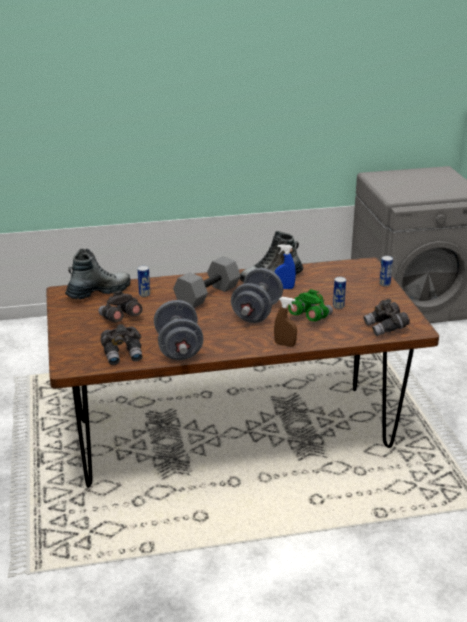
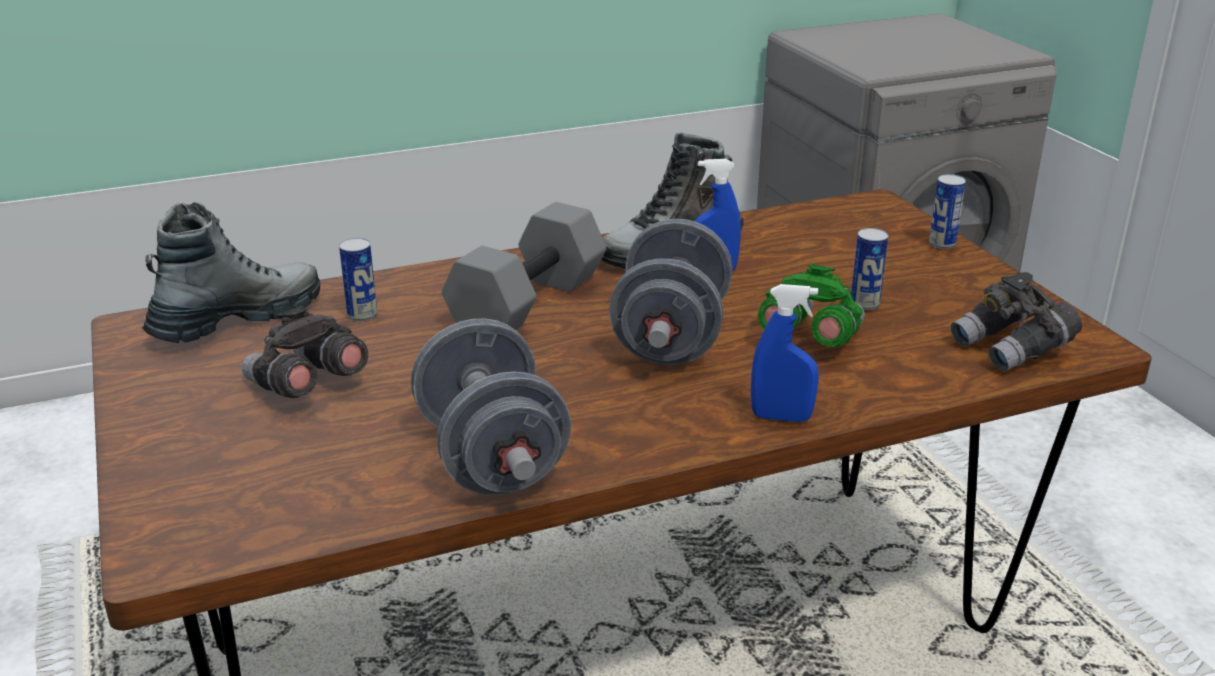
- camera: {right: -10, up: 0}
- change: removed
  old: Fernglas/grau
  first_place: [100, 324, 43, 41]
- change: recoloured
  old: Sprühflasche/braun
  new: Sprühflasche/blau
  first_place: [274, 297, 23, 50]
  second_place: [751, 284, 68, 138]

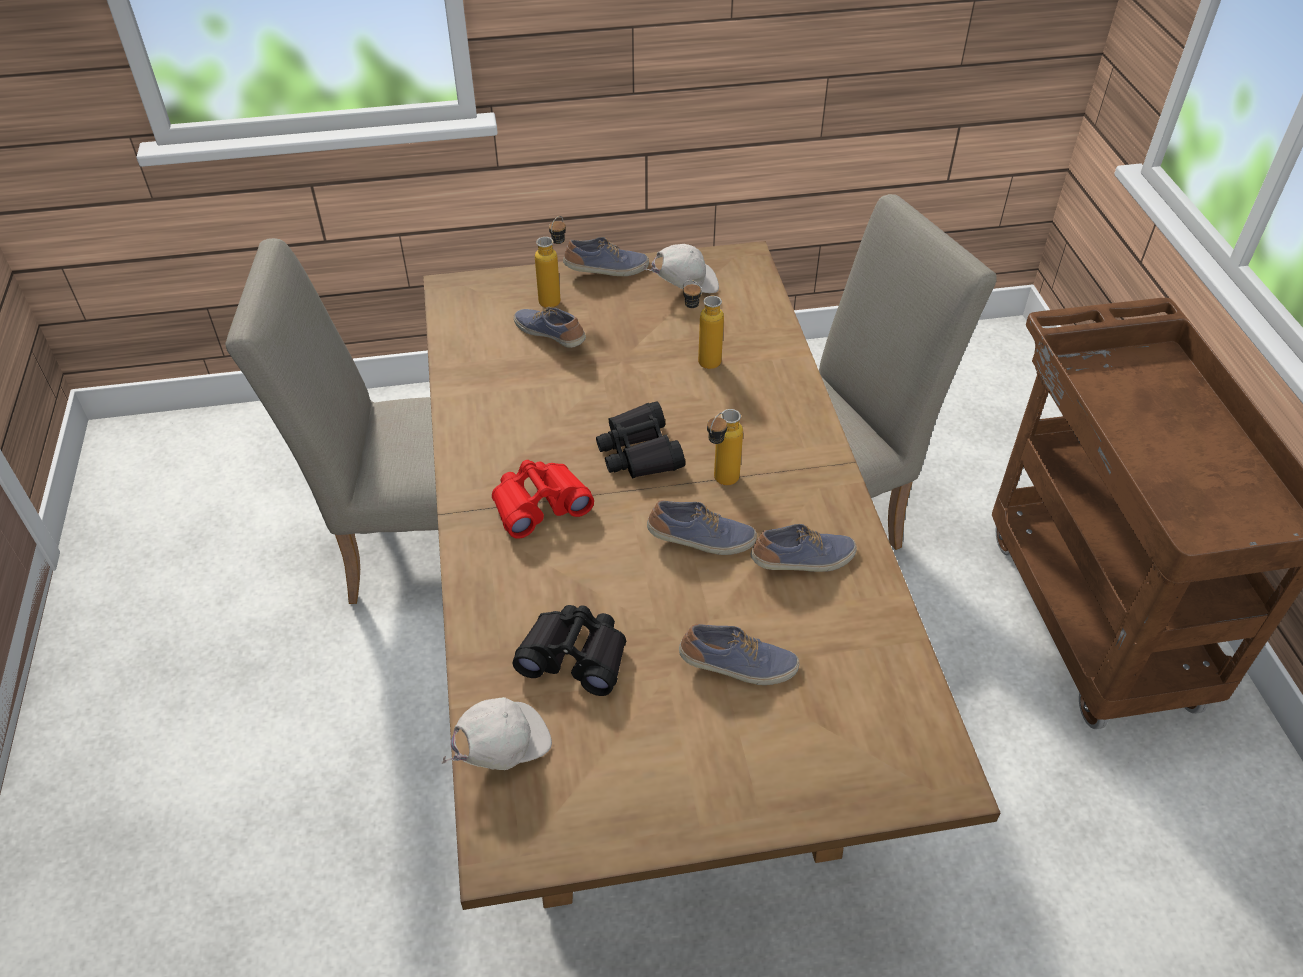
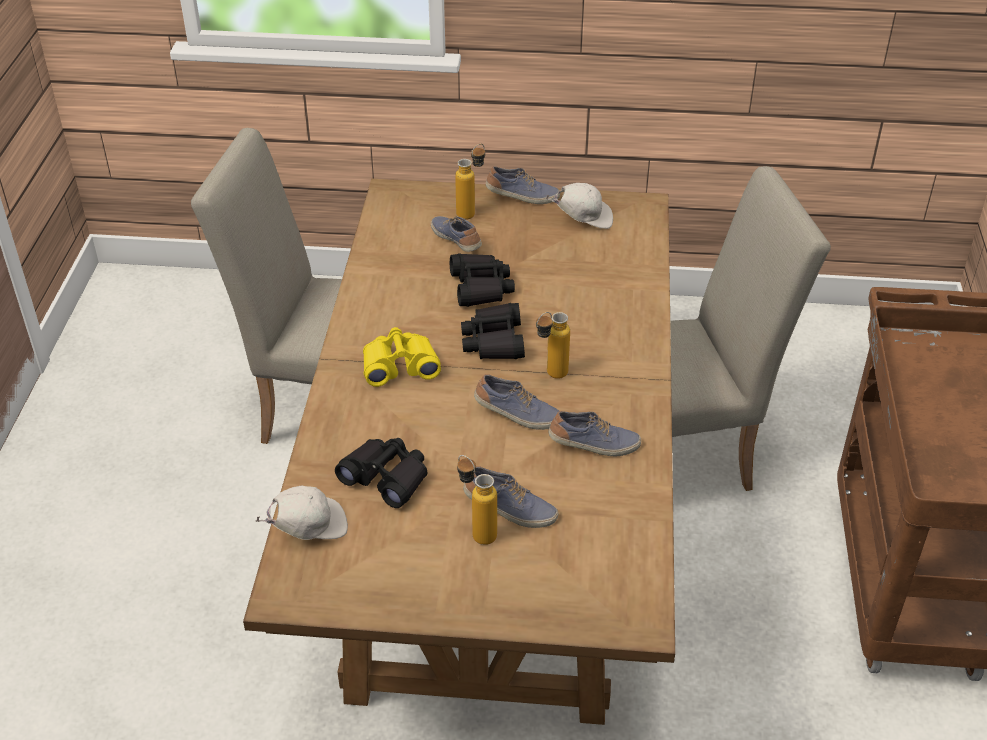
- camera: {right: 15, up: -5}
- change: added
  new: Fernglas/schwarz
  second_place: [450, 254, 65, 53]
- change: moved
  old: Flasche
  first_place: [683, 280, 41, 89]
  second_place: [457, 455, 40, 90]
- change: recoloured
  old: Fernglas/rot
  new: Fernglas/gelb
  first_place: [492, 460, 102, 79]
  second_place: [363, 327, 78, 60]

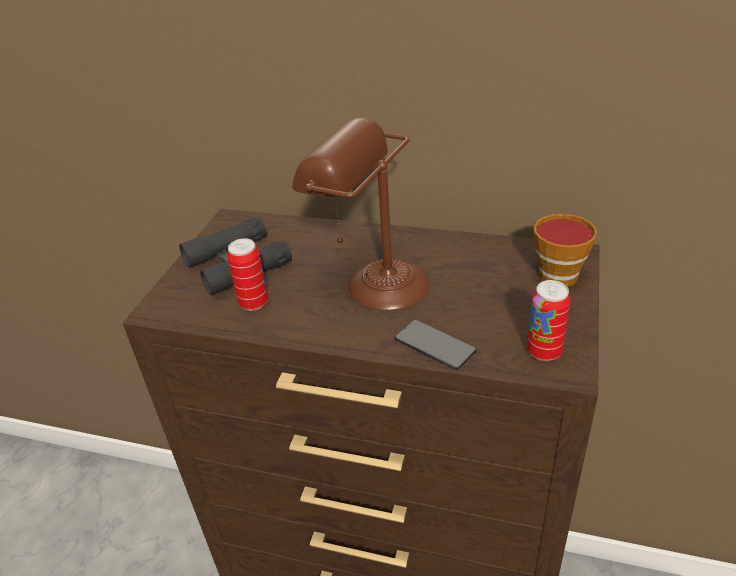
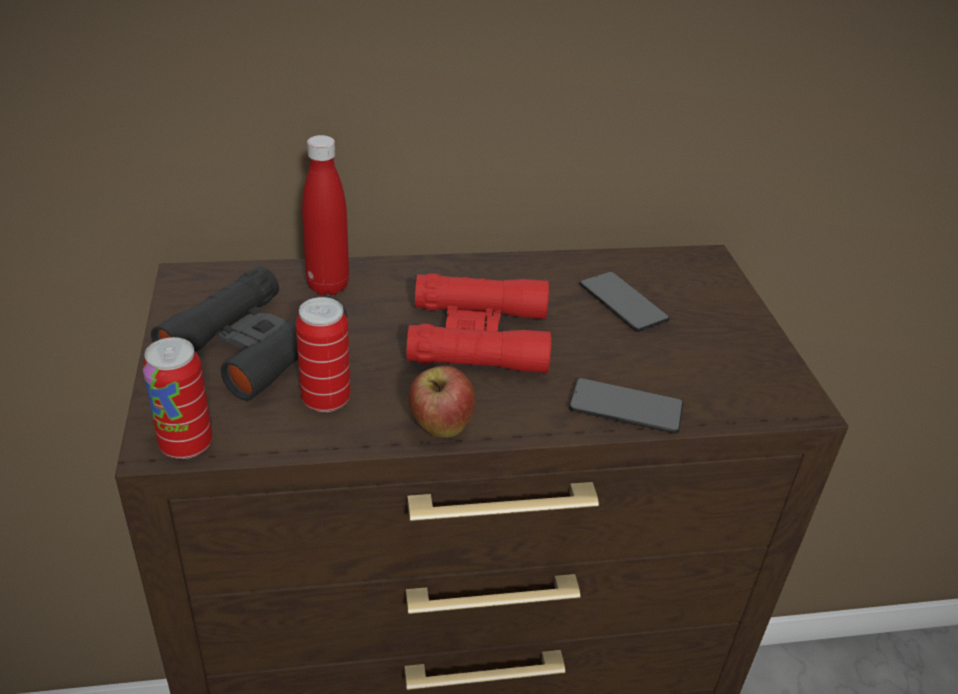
- camera: {right: -30, up: 0}
- change: removed
  old: Tasse
  first_place: [534, 213, 63, 74]
- change: added
  new: Flasche/rot
  second_place: [302, 135, 47, 160]
- change: added
  new: Apfel
  second_place: [409, 366, 67, 71]
- change: added
  new: Handy
  second_place: [580, 272, 90, 60]
- change: moved
  old: Dose
  first_place: [527, 280, 44, 81]
  second_place: [143, 337, 69, 122]
- change: replaced
  old: Tischlampe/braun
  new: Fernglas/rot
  first_place: [292, 118, 138, 192]
  second_place: [406, 273, 145, 100]

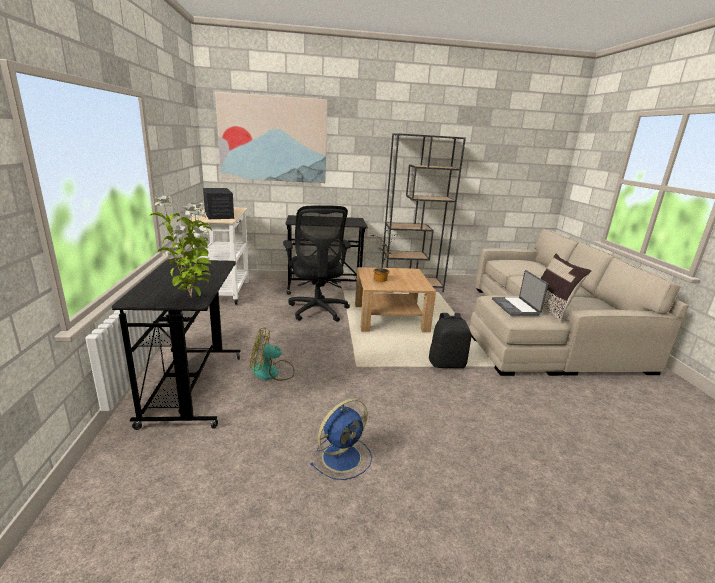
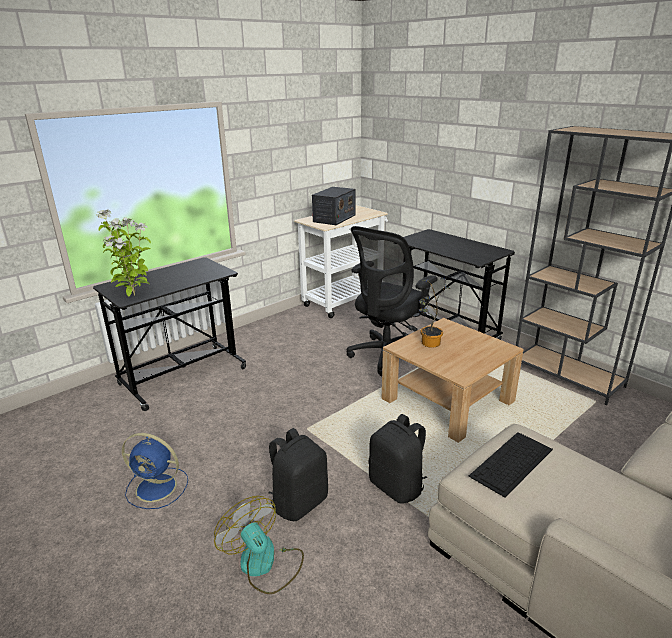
- camera: {right: 55, up: 5}
- change: removed
  old: Bild
  first_place: [215, 92, 113, 91]
- change: removed
  old: Kissen
  first_place: [540, 254, 51, 67]
- change: added
  new: Rucksack/schwarz
  second_place: [268, 428, 60, 93]
- change: moved
  old: Ventilator
  first_place: [250, 327, 45, 54]
  second_place: [214, 496, 90, 98]
- change: replaced
  old: Laptop
  new: Tastatur
  first_place: [492, 270, 56, 46]
  second_place: [468, 432, 85, 66]

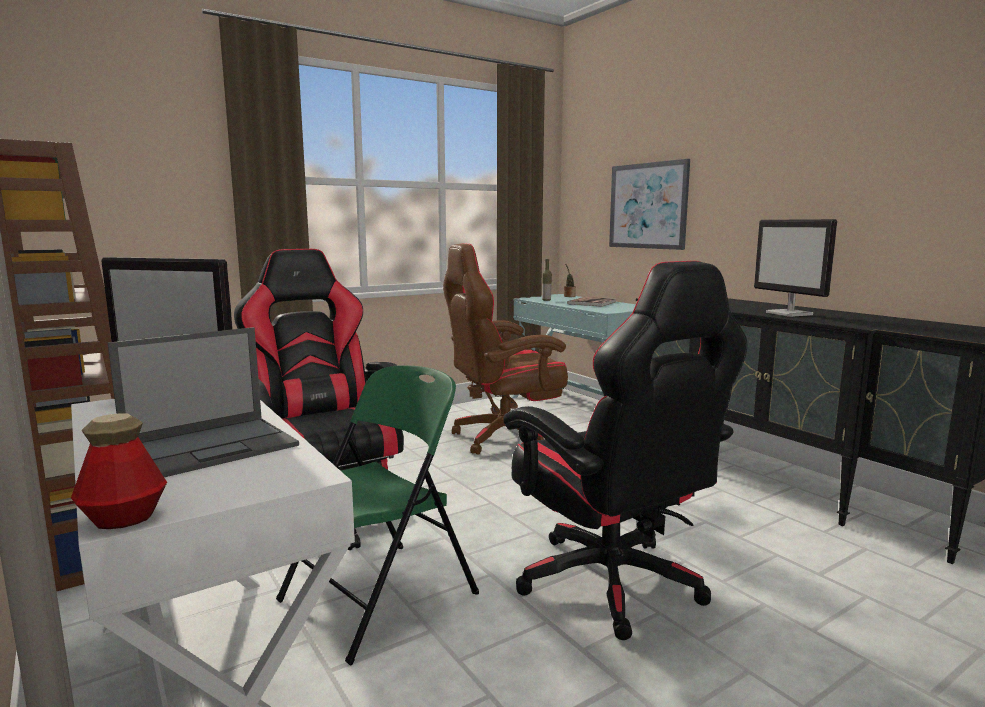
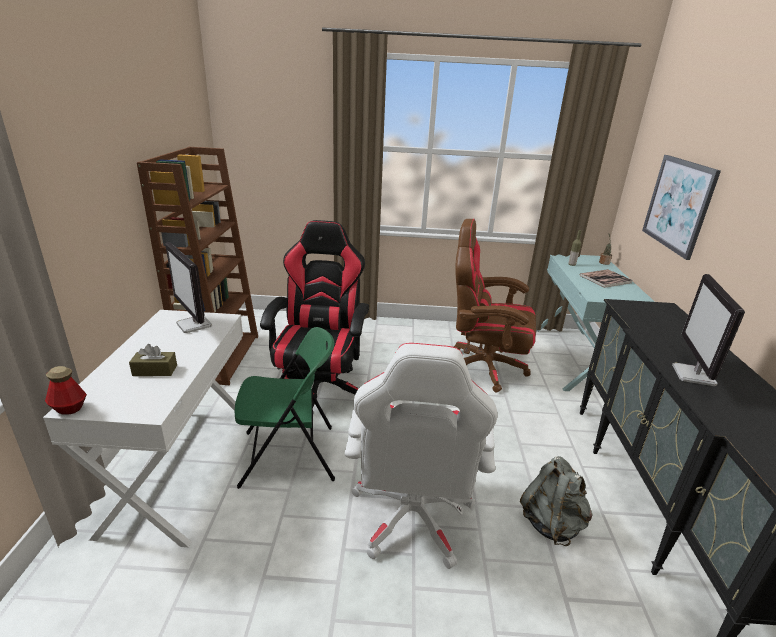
- camera: {right: 35, up: 15}
- change: added
  new: Rucksack/grau
  second_place: [520, 456, 72, 90]
- change: replaced
  old: Laptop
  new: Taschentuchbox/braun
  first_place: [108, 327, 191, 150]
  second_place: [129, 344, 48, 32]
- change: recoloured
  old: Bürostuhl/schwarz
  new: Bürostuhl/weiß
  first_place: [503, 261, 244, 379]
  second_place: [345, 343, 152, 226]

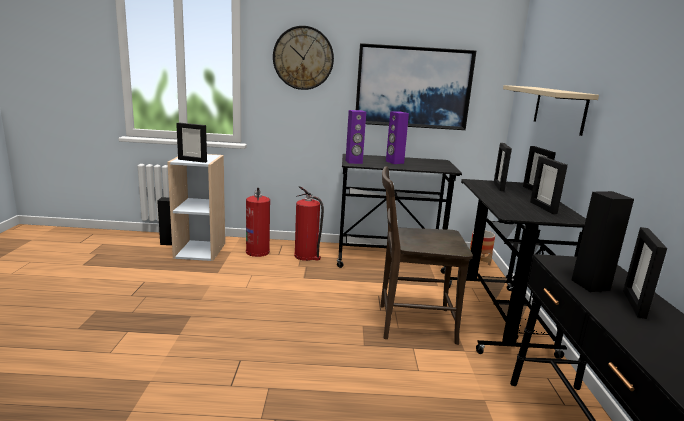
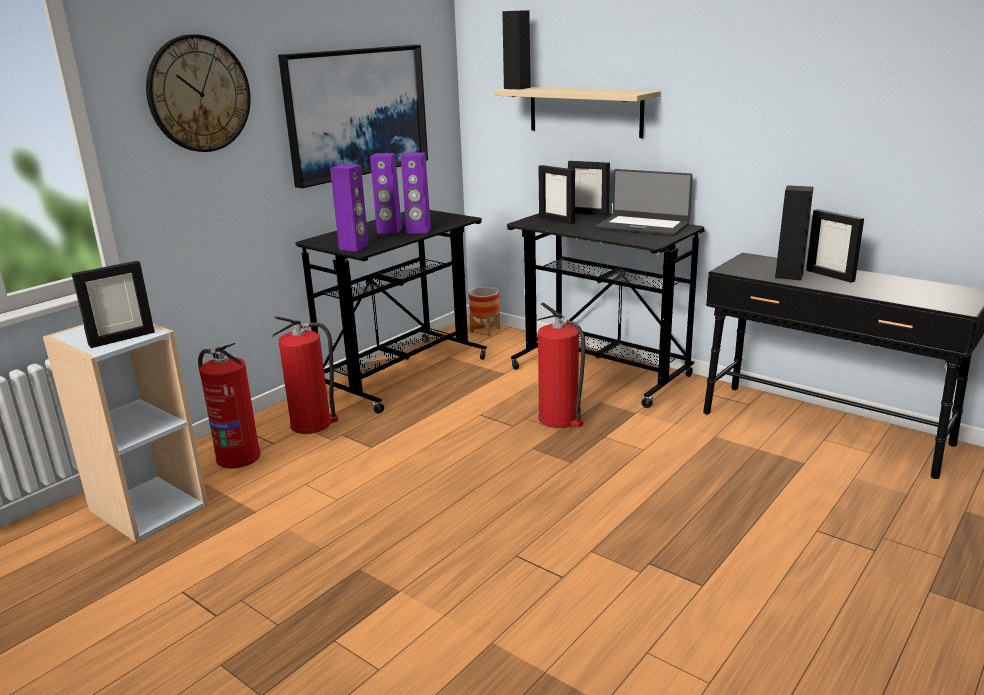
- camera: {right: -50, up: 5}
- change: added
  new: Lautsprecher/lila
  second_place: [401, 152, 30, 81]
- change: moved
  old: Lautsprecher/schwarz
  first_place: [157, 197, 15, 48]
  second_place: [502, 10, 29, 79]
- change: replaced
  old: Stuhl/braun
  new: Feuerlöscher
  first_place: [380, 166, 93, 179]
  second_place: [537, 303, 49, 125]
- change: replaced
  old: Bilderrahmen
  new: Laptop
  first_place: [530, 156, 38, 58]
  second_place: [596, 169, 97, 67]

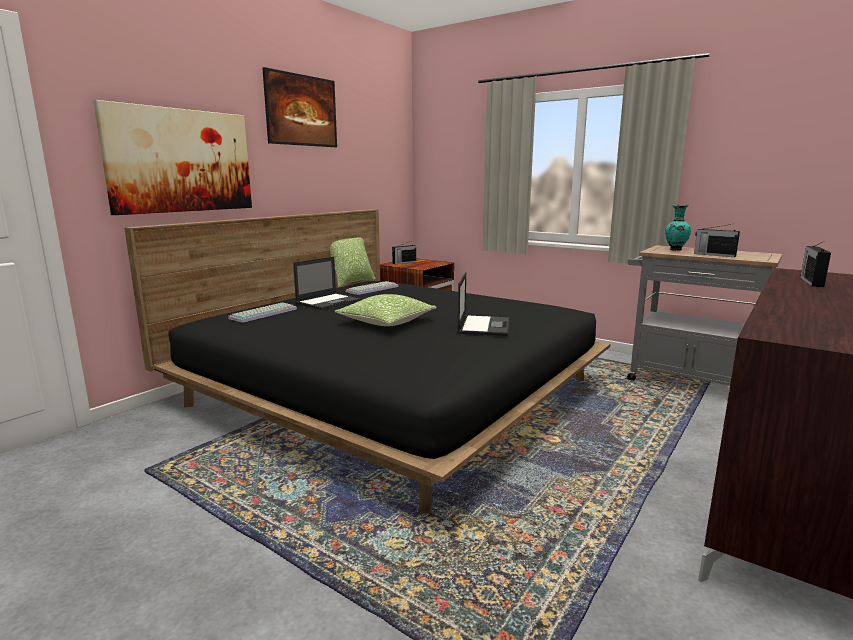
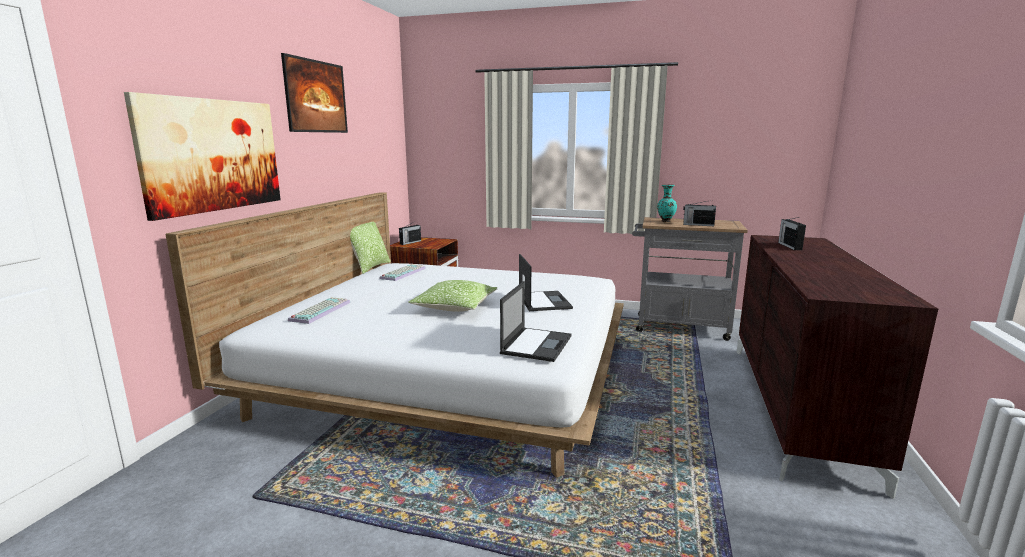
- camera: {right: -20, up: 0}
- change: moved
  old: Laptop
  first_place: [293, 257, 68, 53]
  second_place: [500, 281, 71, 81]
- change: recoloured
  old: Bett/schwarz
  new: Bett/weiß
  first_place: [124, 209, 486, 305]
  second_place: [166, 192, 458, 286]

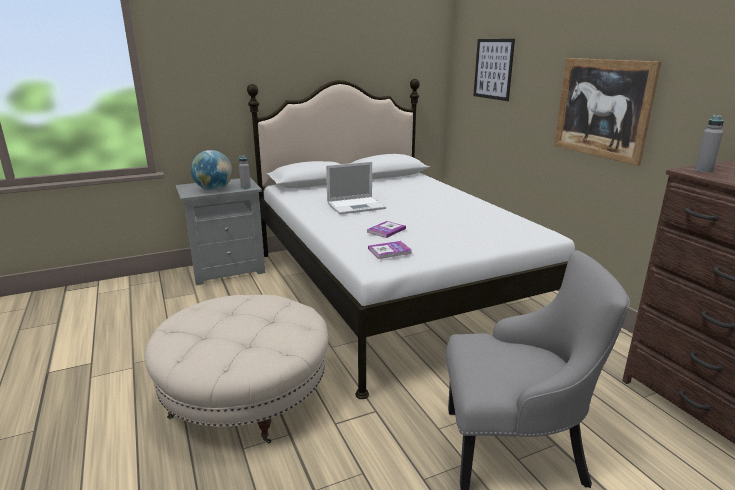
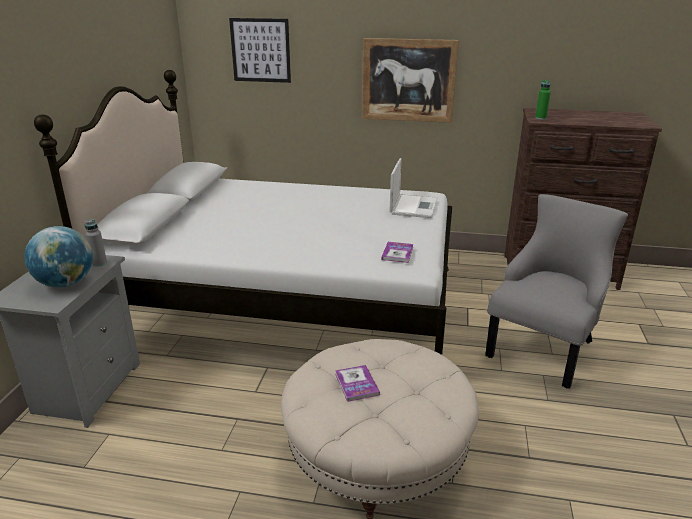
- camera: {right: -55, up: 5}
- change: moved
  old: Laptop
  first_place: [326, 162, 60, 53]
  second_place: [389, 158, 48, 60]
- change: moved
  old: Buch
  first_place: [367, 221, 39, 17]
  second_place: [335, 365, 45, 37]
- change: recoloured
  old: Flasche/grau
  new: Flasche/grün
  first_place: [695, 115, 29, 57]
  second_place: [535, 80, 16, 40]

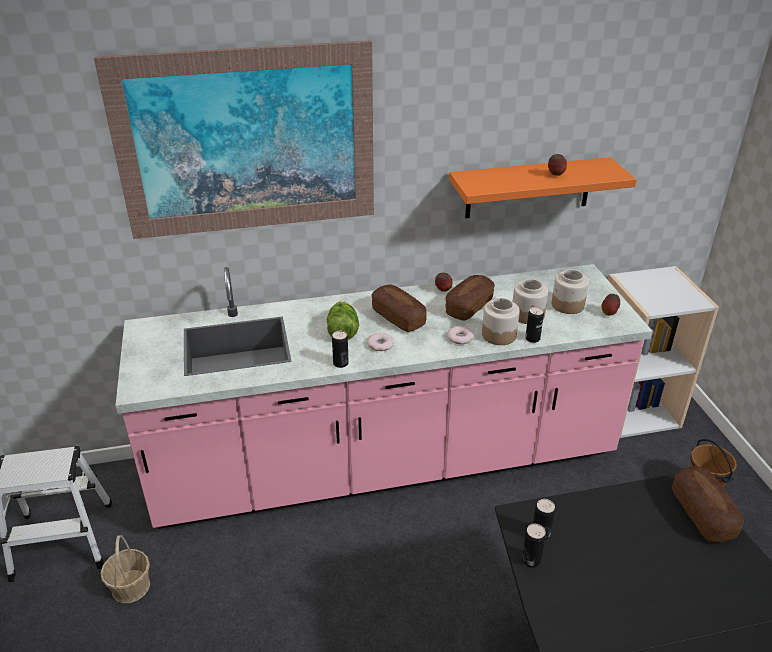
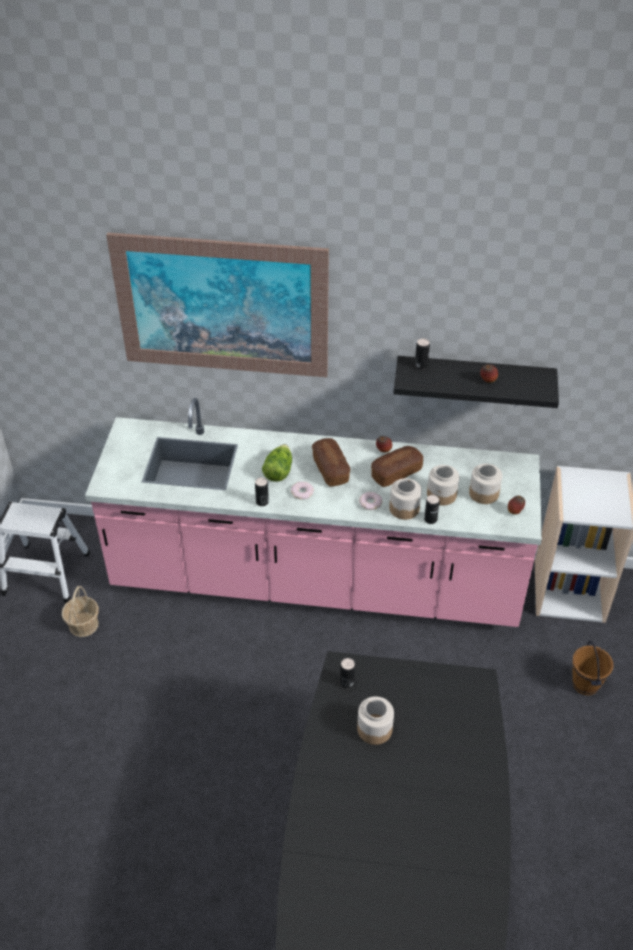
- camera: {right: 20, up: 10}
- change: removed
  old: Brot
  first_place: [672, 466, 71, 76]
- change: added
  new: Vorratsglas
  second_place: [357, 696, 37, 49]
- change: moved
  old: Dose
  first_place: [521, 524, 25, 44]
  second_place: [415, 338, 15, 32]
- change: recoloured
  old: Wandregal/orange
  new: Wandregal/schwarz
  first_place: [449, 157, 188, 61]
  second_place: [393, 356, 166, 52]

